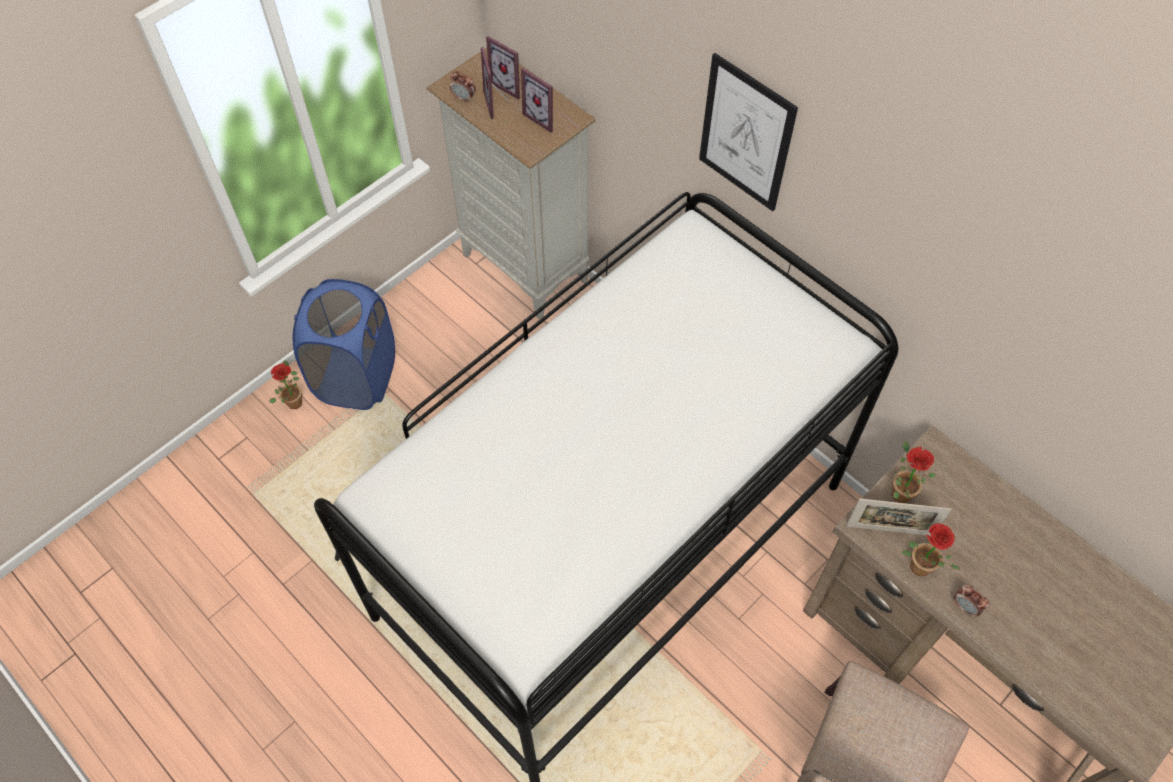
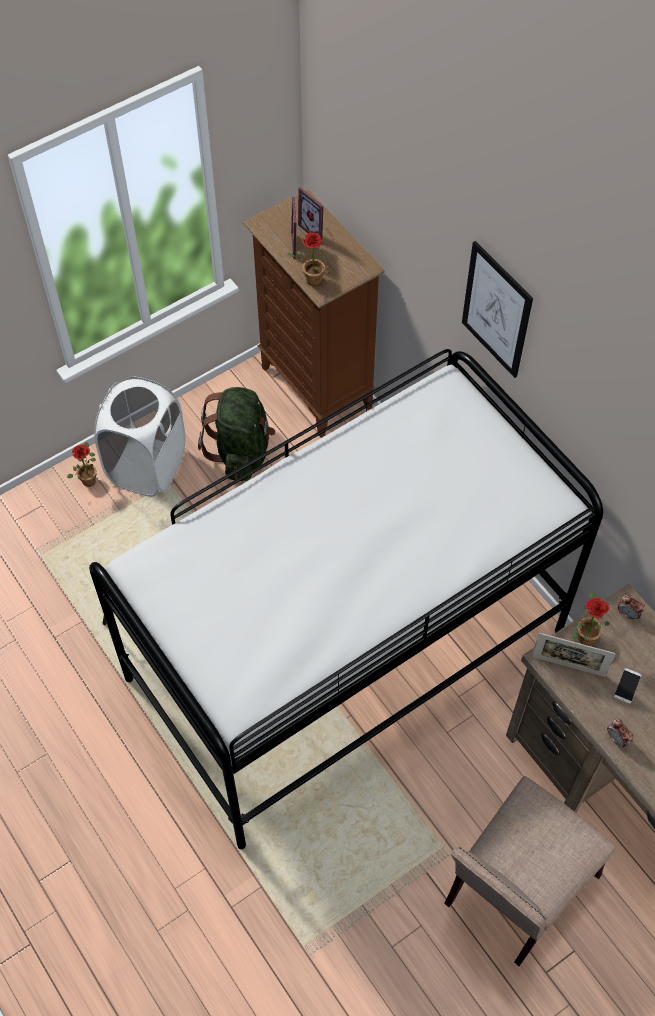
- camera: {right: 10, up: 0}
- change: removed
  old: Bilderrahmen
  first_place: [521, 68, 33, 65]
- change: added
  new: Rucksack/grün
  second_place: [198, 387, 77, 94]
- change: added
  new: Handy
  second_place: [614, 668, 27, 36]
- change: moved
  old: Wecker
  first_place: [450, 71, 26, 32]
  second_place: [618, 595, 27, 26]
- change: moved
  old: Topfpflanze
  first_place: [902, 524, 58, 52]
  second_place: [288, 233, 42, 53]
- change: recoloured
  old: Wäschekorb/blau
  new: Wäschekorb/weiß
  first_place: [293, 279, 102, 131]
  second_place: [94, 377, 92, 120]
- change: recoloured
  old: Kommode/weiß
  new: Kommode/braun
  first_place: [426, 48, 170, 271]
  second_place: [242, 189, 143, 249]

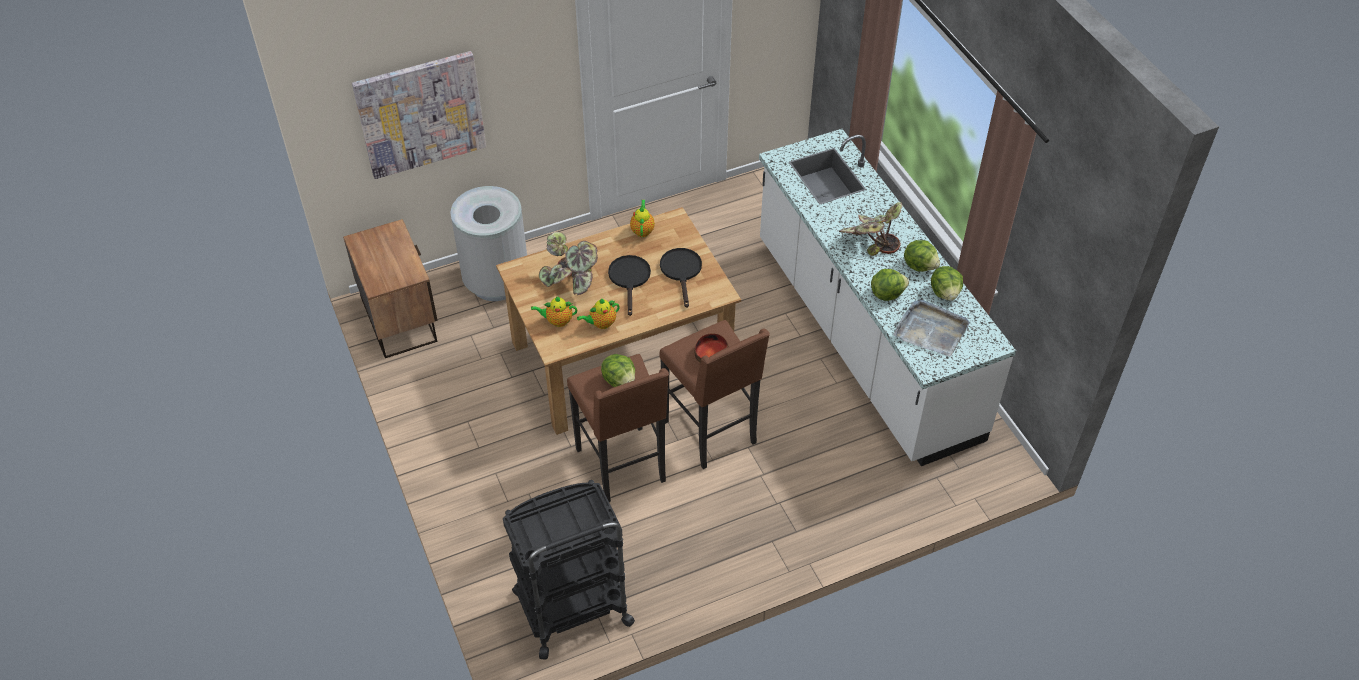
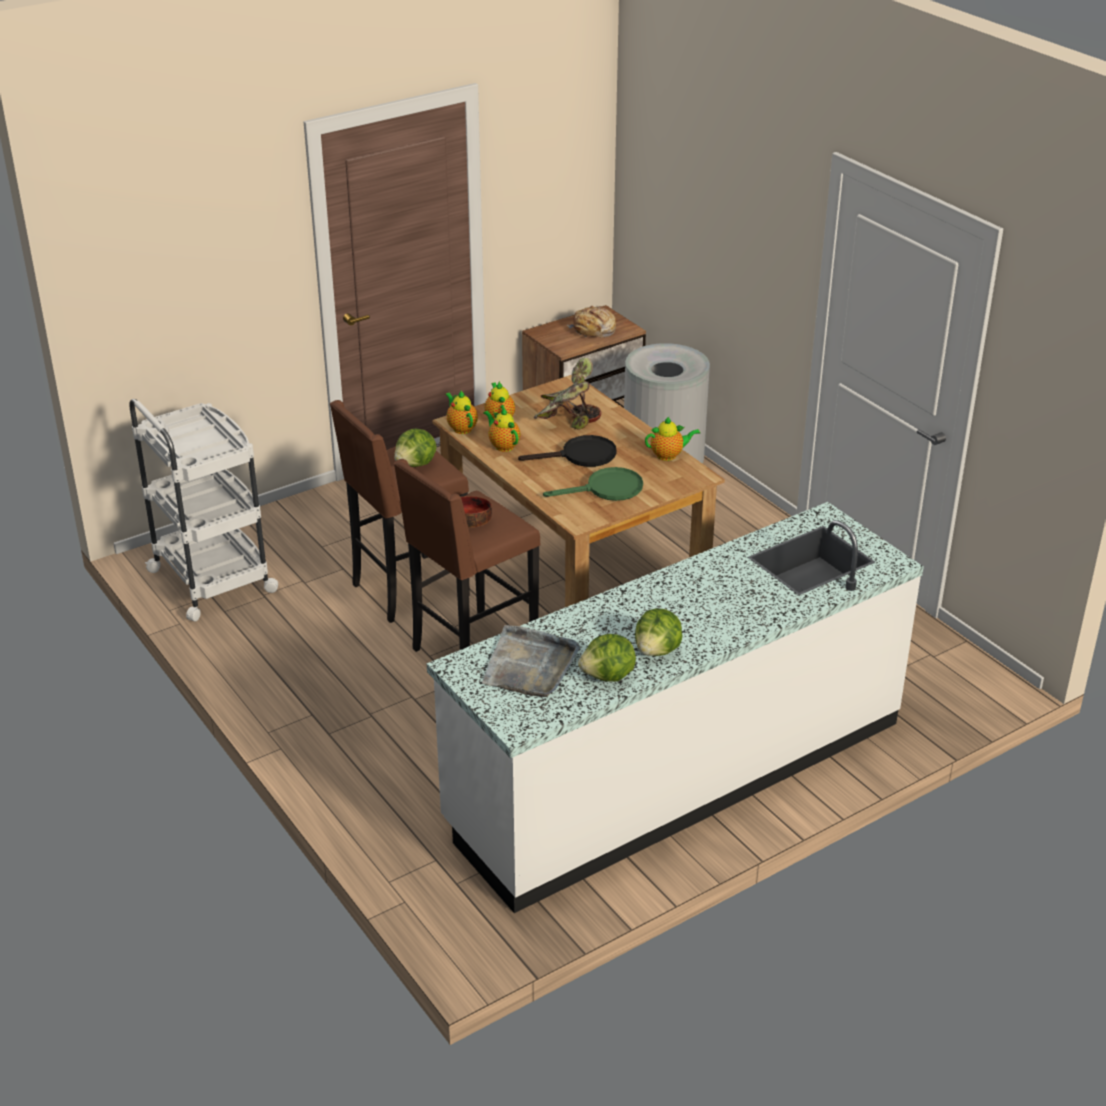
- camera: {right: 80, up: -15}
- change: removed
  old: Bild
  first_place: [352, 51, 134, 128]
- change: removed
  old: Topfpflanze
  first_place: [839, 202, 64, 54]
- change: removed
  old: Salatkopf
  first_place: [871, 269, 38, 32]
- change: added
  new: Teekanne
  second_place: [445, 391, 33, 43]
- change: added
  new: Brot
  second_place: [567, 306, 49, 32]
- change: recoloured
  old: Rollwagen/schwarz
  new: Rollwagen/weiß
  first_place: [503, 480, 132, 180]
  second_place: [129, 399, 149, 223]
- change: recoloured
  old: Pfanne/schwarz
  new: Pfanne/grün
  first_place: [660, 248, 42, 60]
  second_place: [543, 467, 100, 34]

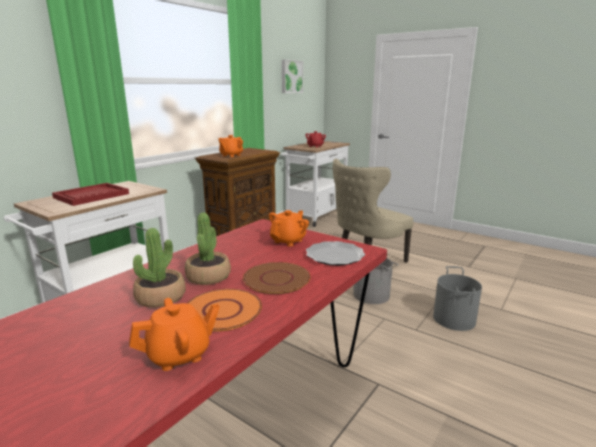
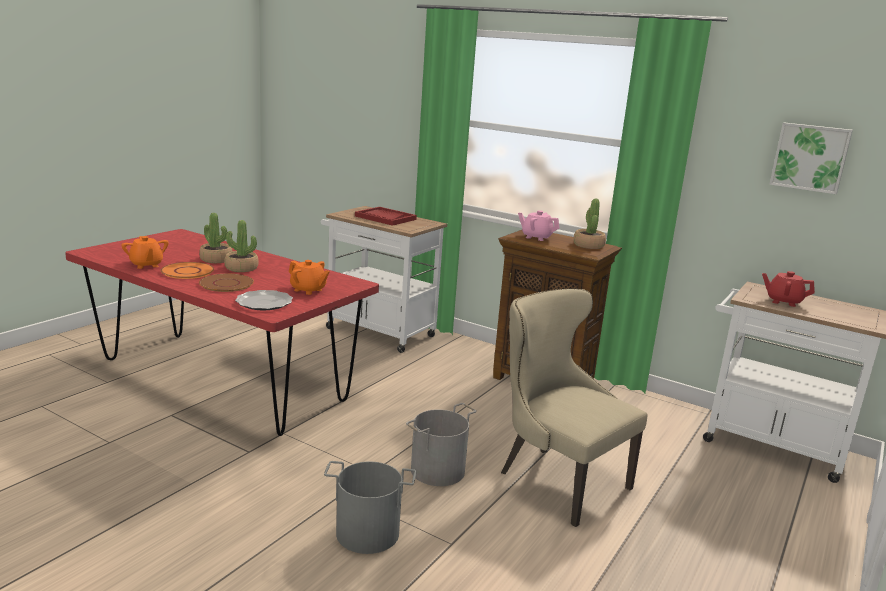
- camera: {right: 85, up: 0}
- change: added
  new: Topfpflanze
  second_place: [573, 199, 33, 50]
- change: recoloured
  old: Teekanne/orange
  new: Teekanne/rosa
  first_place: [219, 135, 24, 22]
  second_place: [518, 210, 41, 31]

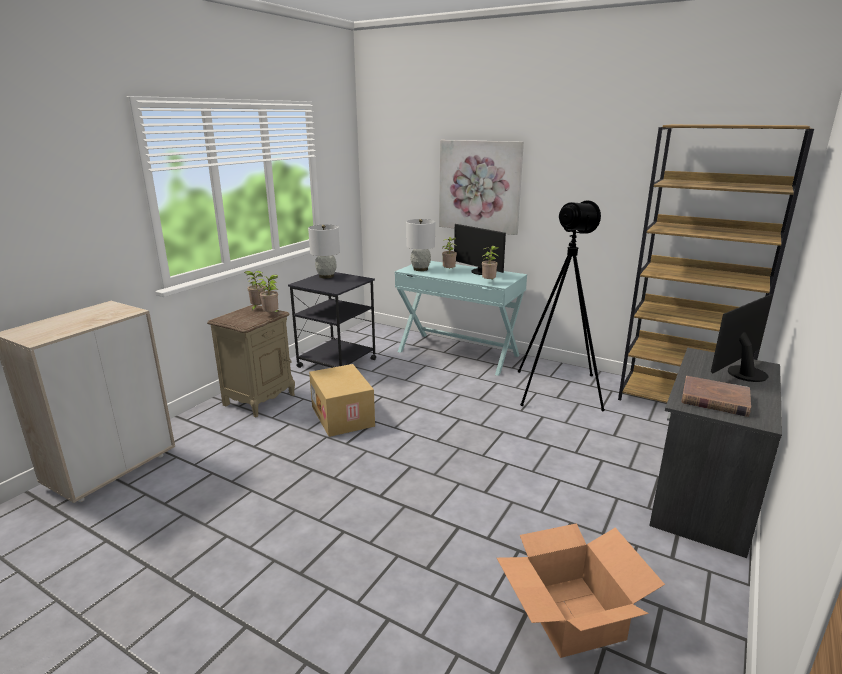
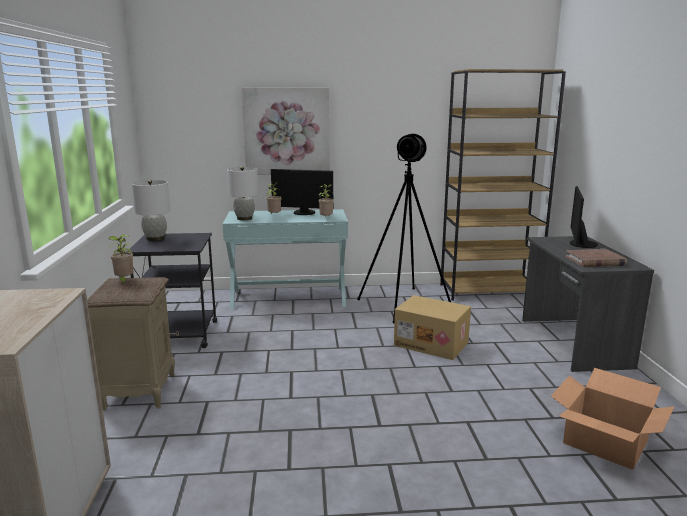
- camera: {right: -35, up: -5}
- change: removed
  old: Topfpflanze
  first_place: [259, 275, 19, 37]
- change: moved
  old: Karton
  first_place: [309, 364, 66, 73]
  second_place: [394, 295, 77, 65]

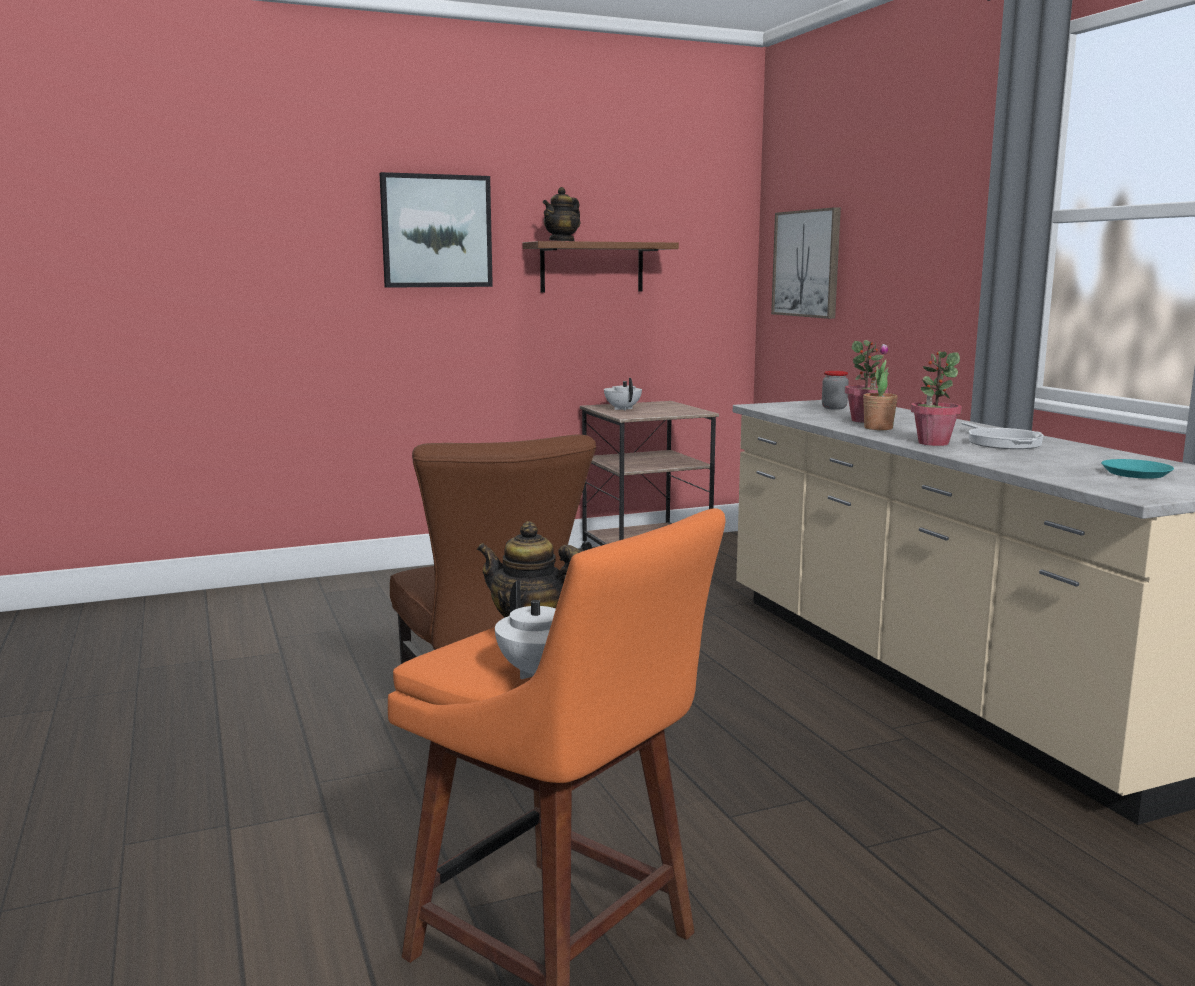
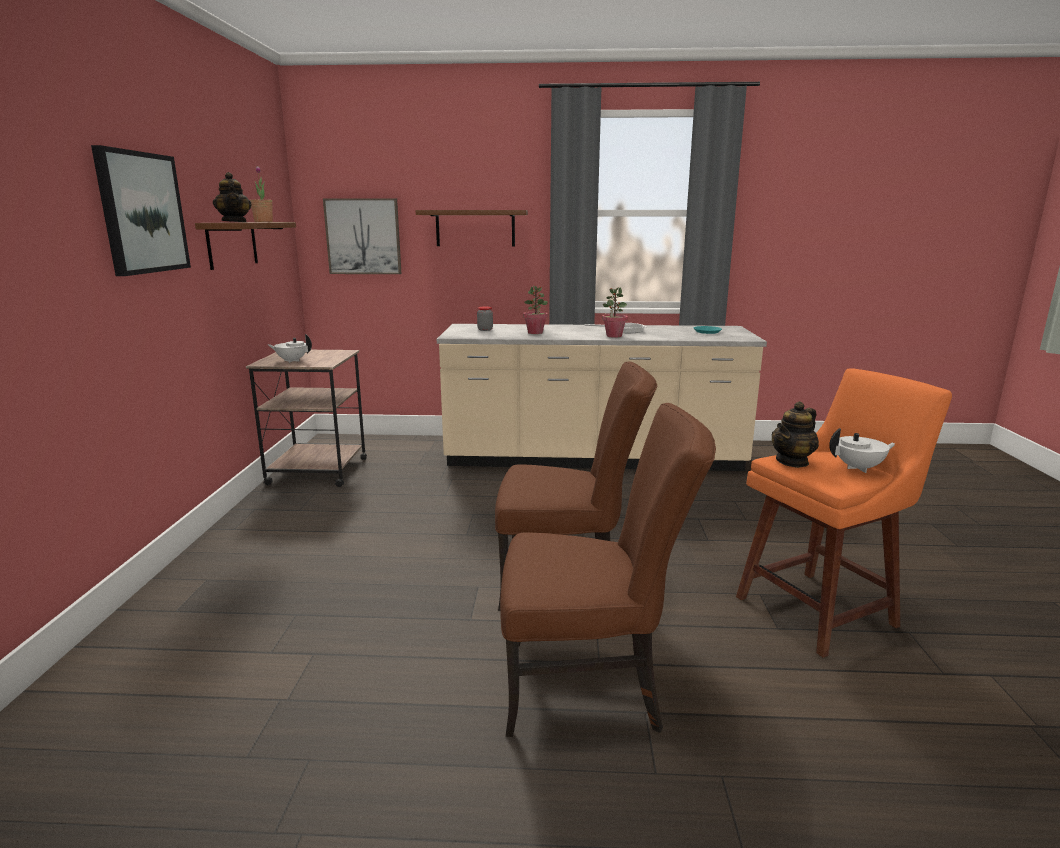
- camera: {right: -65, up: 5}
- change: added
  new: Wandregal/braun
  second_place: [415, 210, 113, 36]
- change: added
  new: Stuhl/braun
  second_place: [500, 403, 216, 334]
- change: moved
  old: Topfpflanze
  first_place: [863, 344, 35, 86]
  second_place: [250, 166, 23, 56]

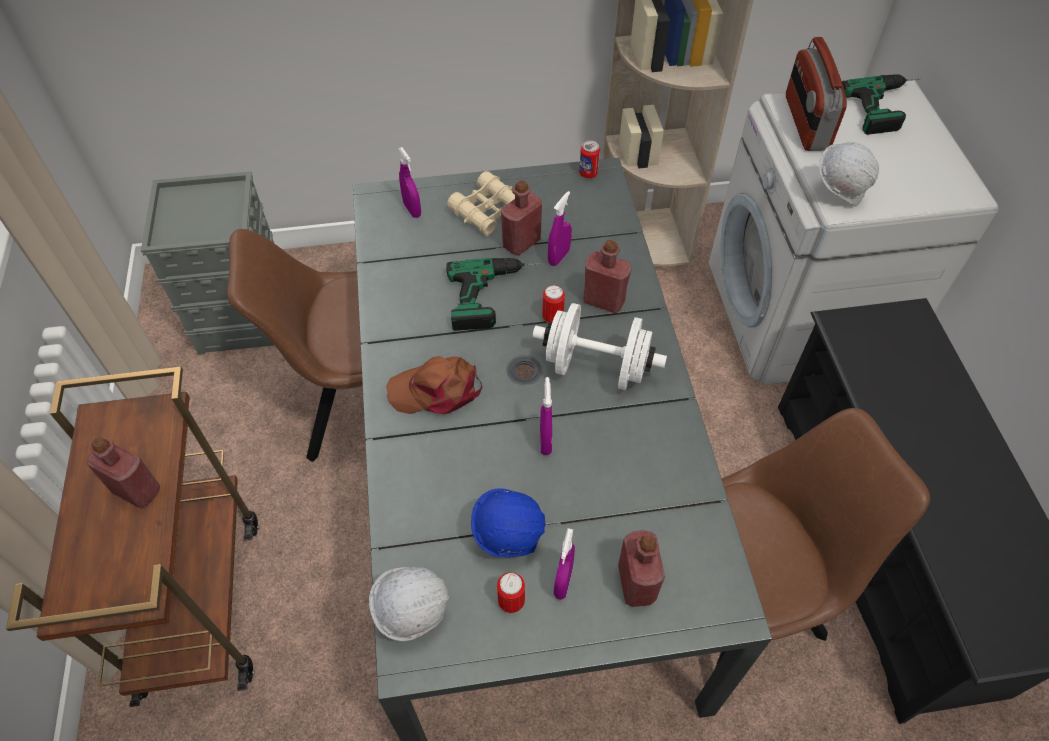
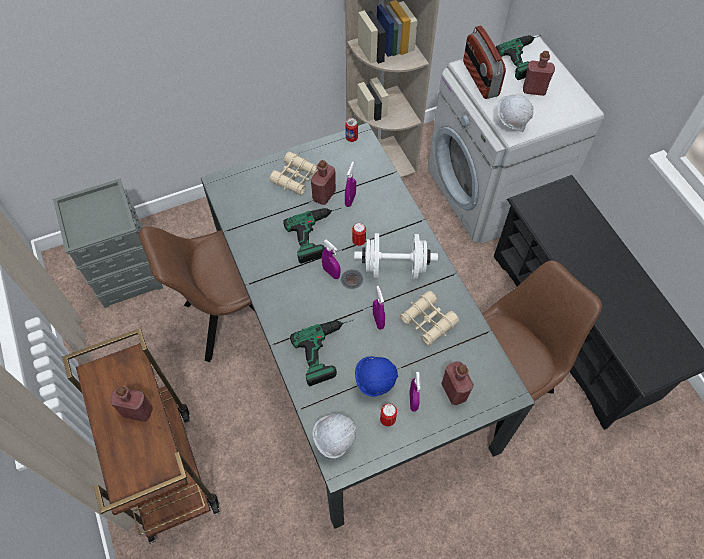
- camera: {right: -15, up: 5}
- change: removed
  old: Kappe/braun
  first_place: [386, 356, 96, 58]
- change: added
  new: Bohrmaschine
  second_place: [290, 319, 64, 68]
- change: added
  new: Fernglas/beige
  second_place: [400, 291, 59, 55]
- change: moved
  old: Sprühflasche/lila
  first_place: [398, 147, 23, 71]
  second_place: [322, 240, 18, 39]
- change: moved
  old: Flasche/rot
  first_place: [583, 240, 48, 73]
  second_place: [523, 51, 32, 45]

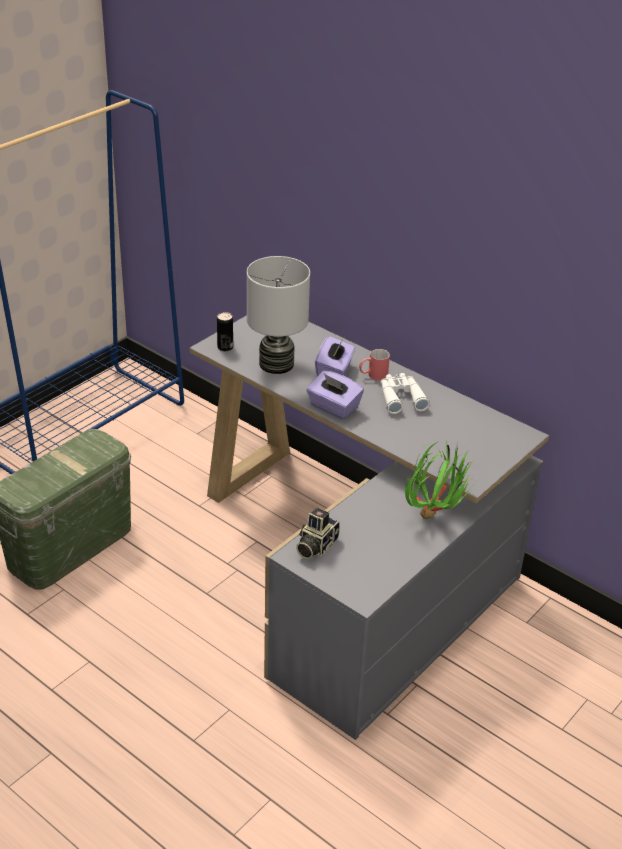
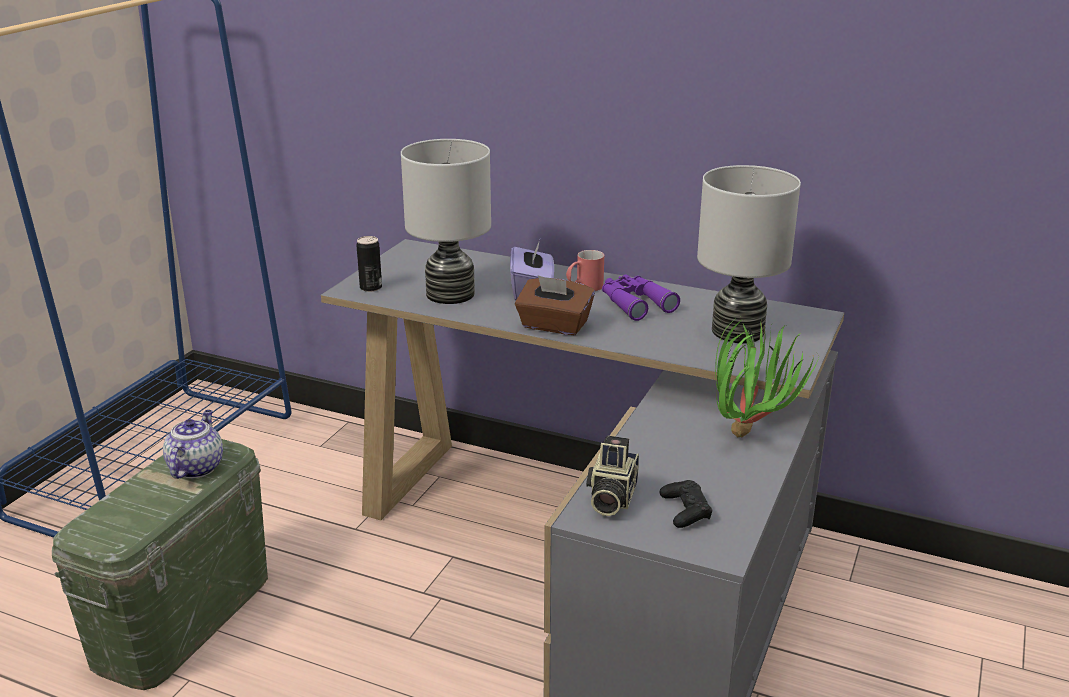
- camera: {right: -15, up: -10}
- change: added
  new: Teekanne
  second_place: [163, 410, 60, 69]
- change: added
  new: Gamepad/schwarz
  second_place: [659, 480, 53, 48]
- change: added
  new: Tischlampe/grau
  second_place: [697, 165, 104, 178]
- change: recoloured
  old: Taschentuchbox/lila
  new: Taschentuchbox/braun
  first_place: [306, 371, 58, 48]
  second_place: [515, 275, 80, 60]
- change: recoloured
  old: Fernglas/weiß
  new: Fernglas/lila
  first_place: [380, 373, 50, 41]
  second_place: [602, 274, 78, 47]

